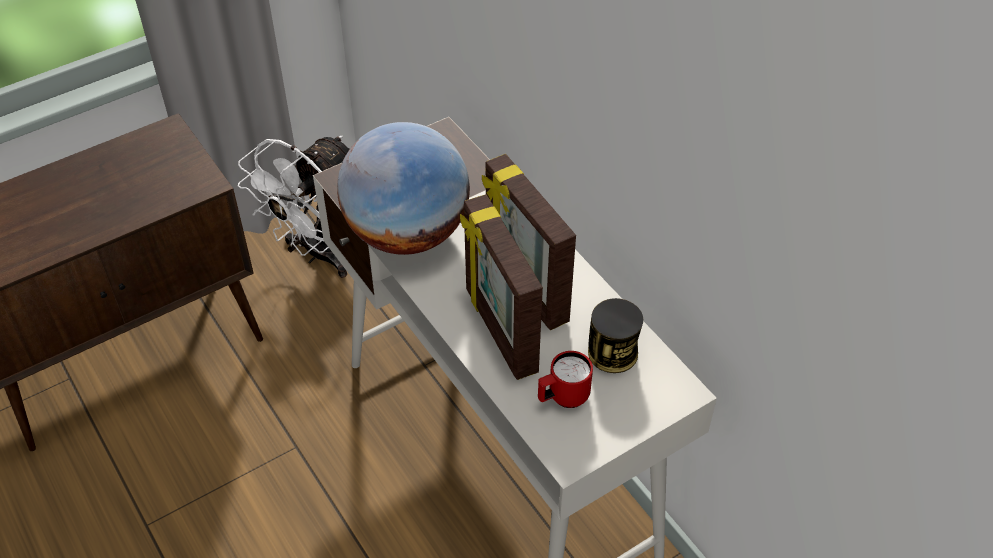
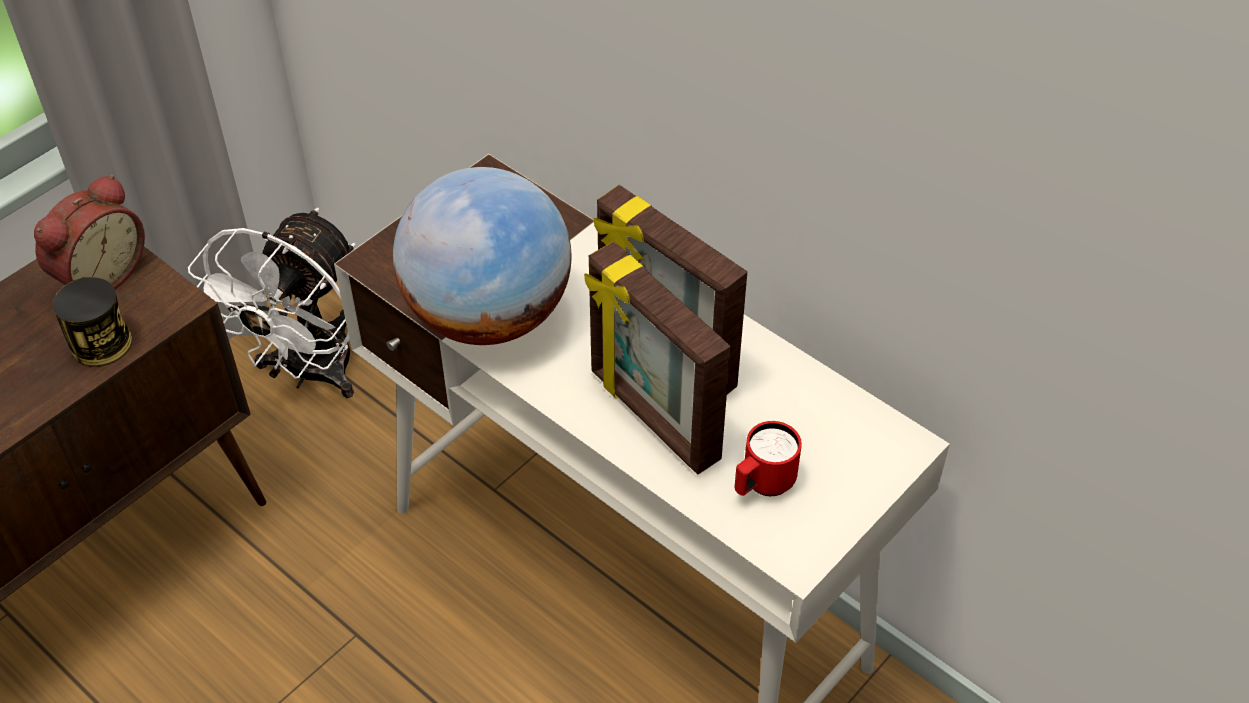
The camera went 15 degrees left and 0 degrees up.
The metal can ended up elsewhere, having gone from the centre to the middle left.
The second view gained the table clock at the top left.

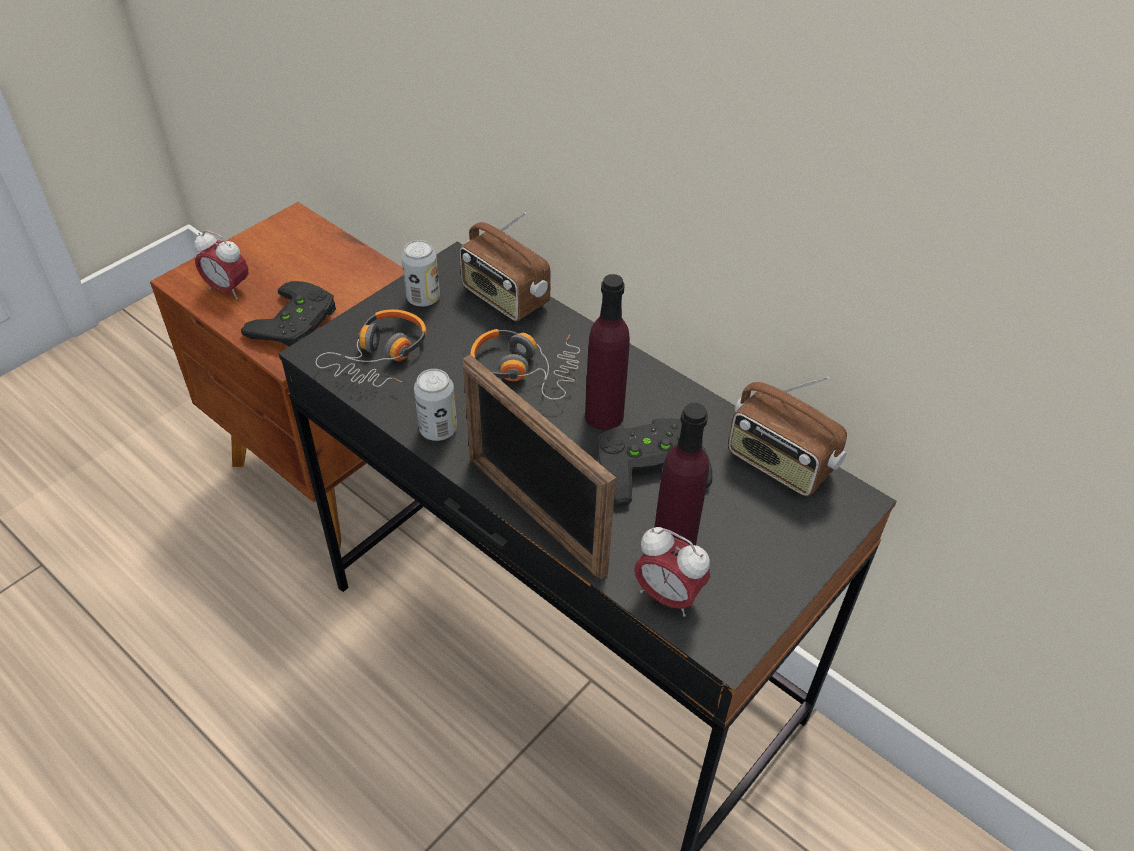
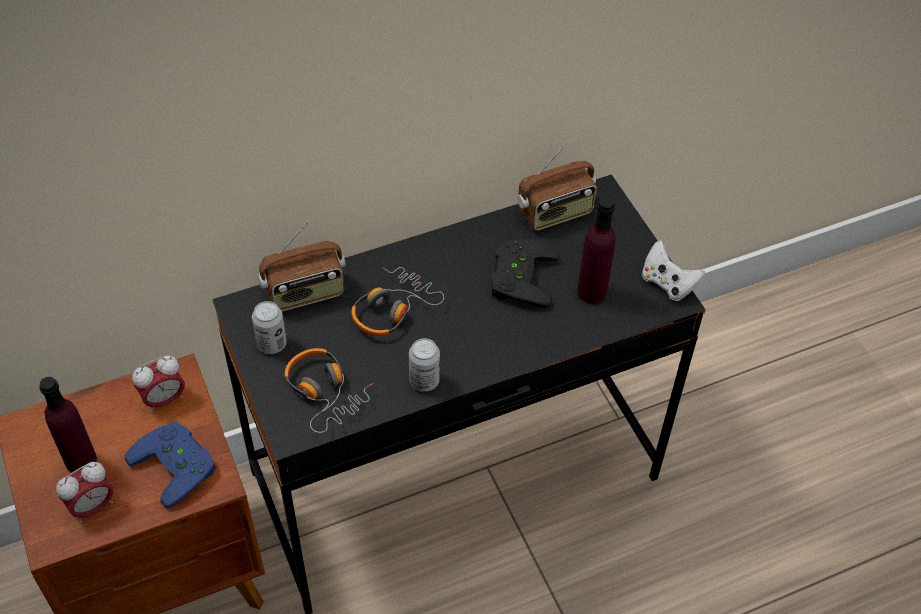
The camera went 65 degrees left and 5 degrees up.
What was the black-coloured gamepad (no. 1 from left) at the middle left turned into the bluish gamepad at the bottom left.
The second view lost the picture frame at the centre.
The purple-coloured beverage bottle (no. 1 from left) ended up elsewhere, having gone from the centre to the bottom left.
The table clock (no. 2 from left) ended up elsewhere, having gone from the bottom centre to the middle left.
The second view gained the whitish gamepad at the middle right.

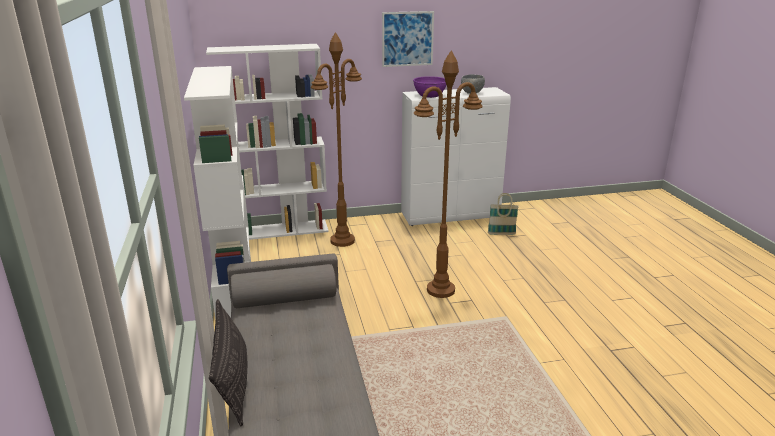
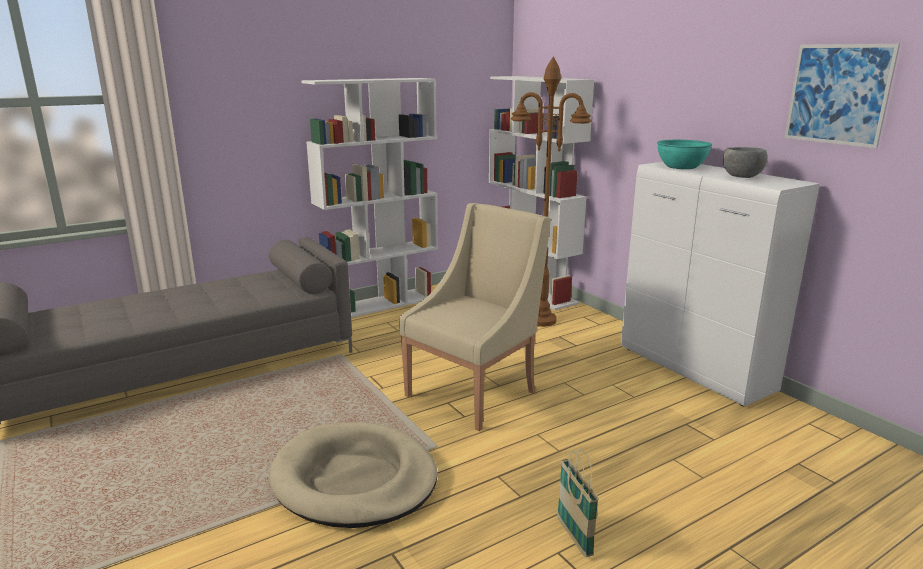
The camera went 70 degrees right and 5 degrees down.
The second view lost the throw pillow at the bottom left.
The wall art ended up elsewhere, having gone from the top centre to the top right.
What was the purple-coloured serving bowl at the top centre turned into the turquoise-coloured serving bowl at the top right.
Where the brown floor lamp (no. 2 from left) stood at the centre, the beige-coloured armchair came to stand at the centre.
The basket ended up elsewhere, having gone from the centre to the bottom centre.
The second view gained the beige-coloured dog bed at the bottom centre.

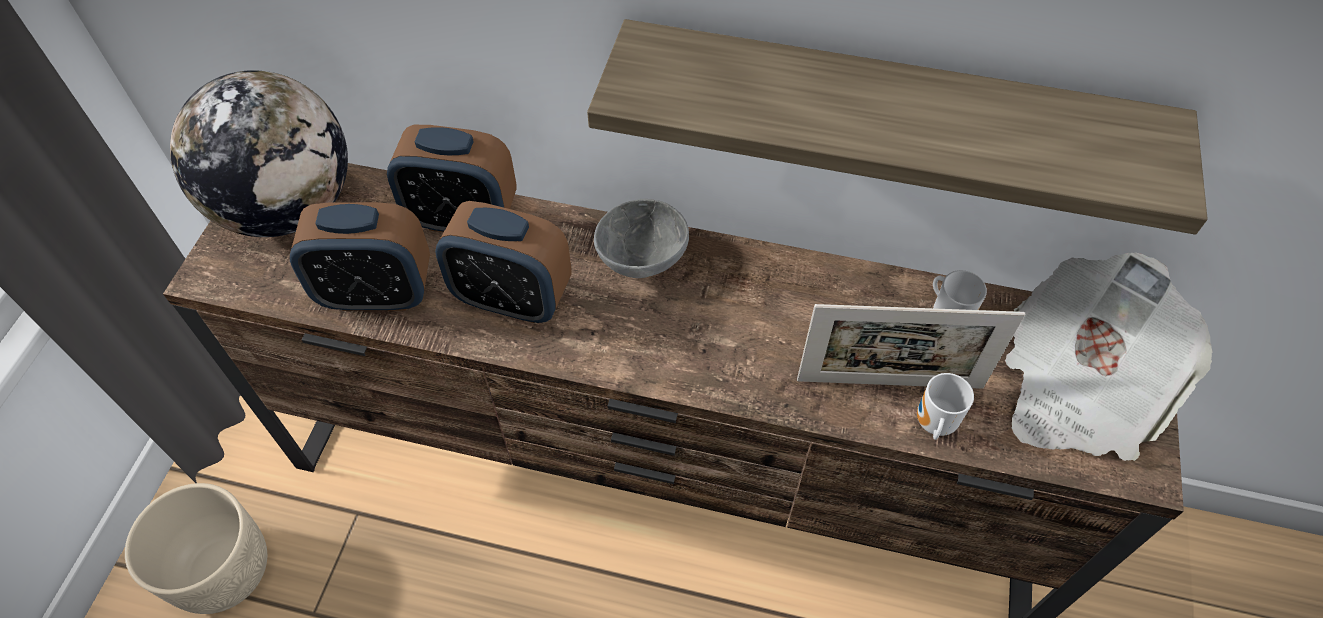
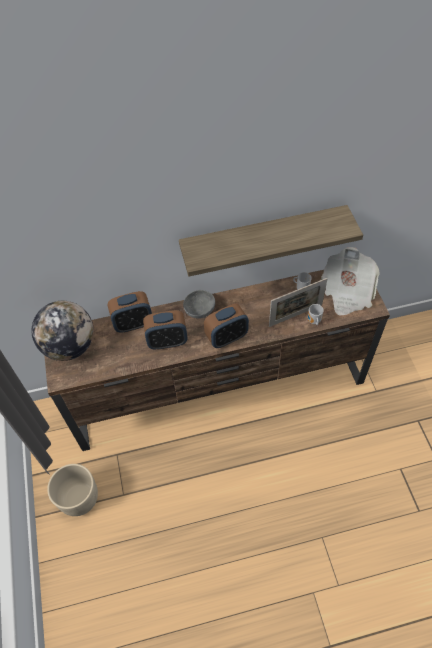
The camera went 25 degrees left and 0 degrees up.
The table clock (no. 1 from left in the first image) ended up elsewhere, having gone from the middle left to the centre.

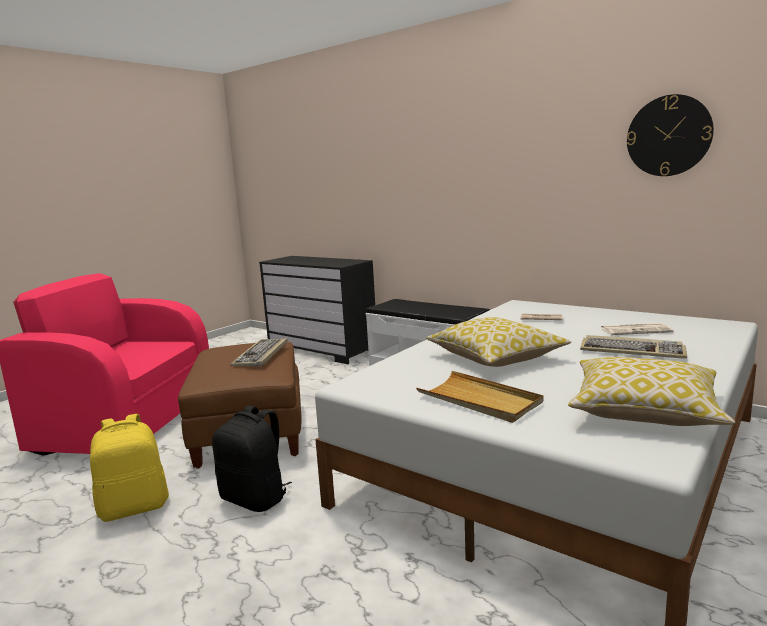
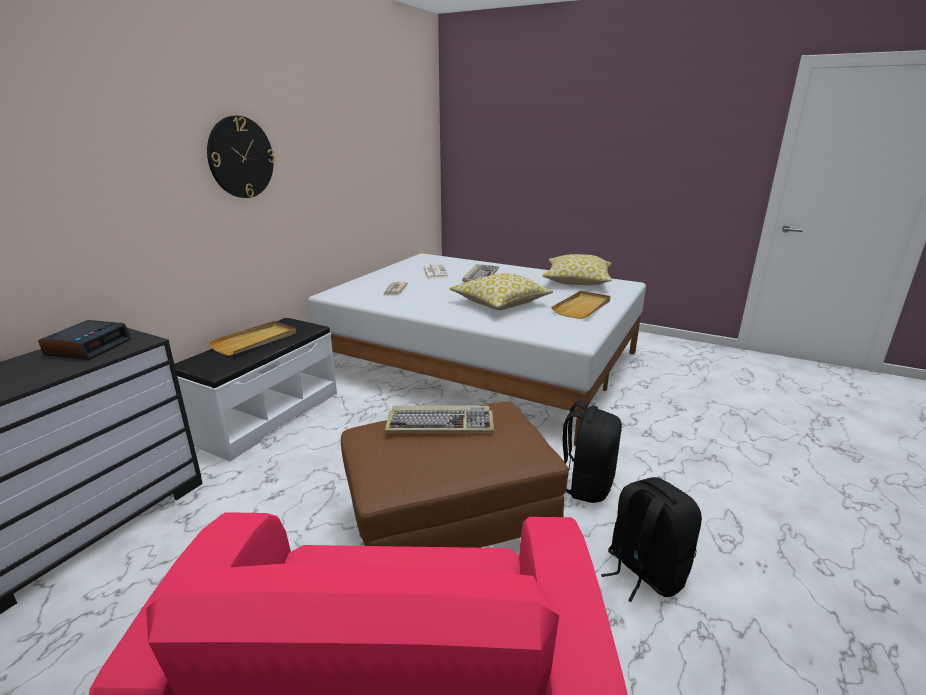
The camera went 100 degrees left and 10 degrees up.
What was the yellow knapsack at the bottom left turned into the black-coloured knapsack (no. 2 from left) at the bottom right.
The hanging clock ended up elsewhere, having gone from the top right to the top left.
The second view gained the table clock at the middle left.
The second view gained the beige-coloured serving tray (no. 1 from left) at the middle left.

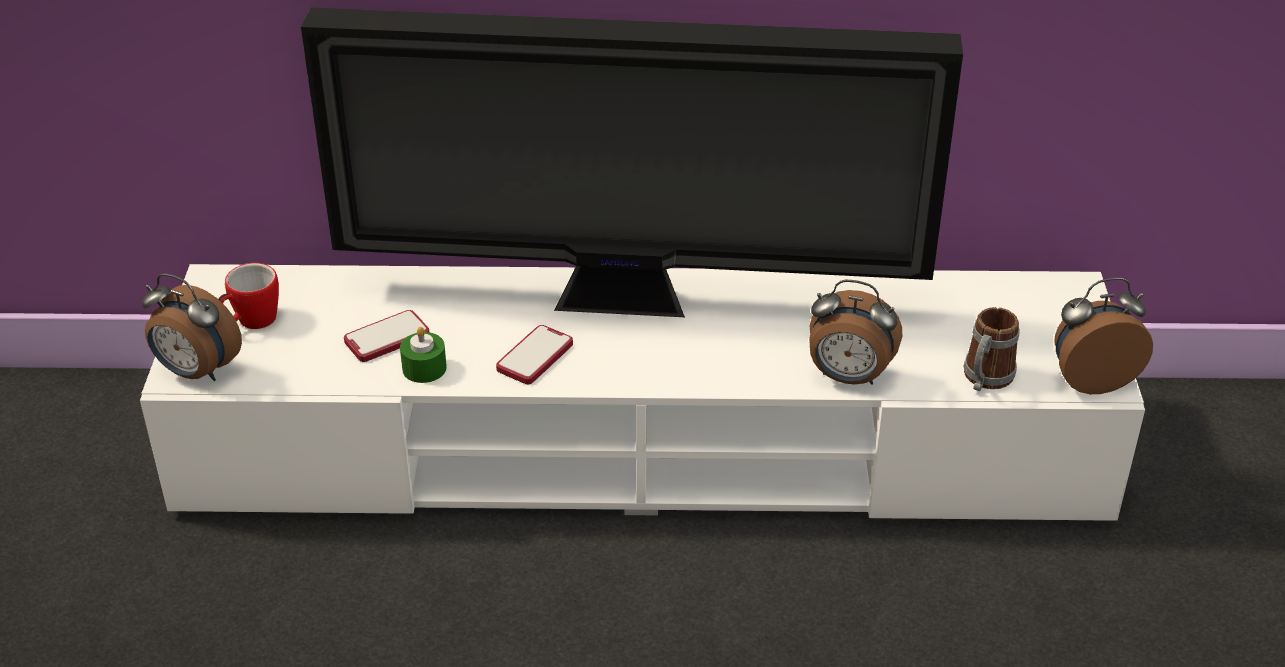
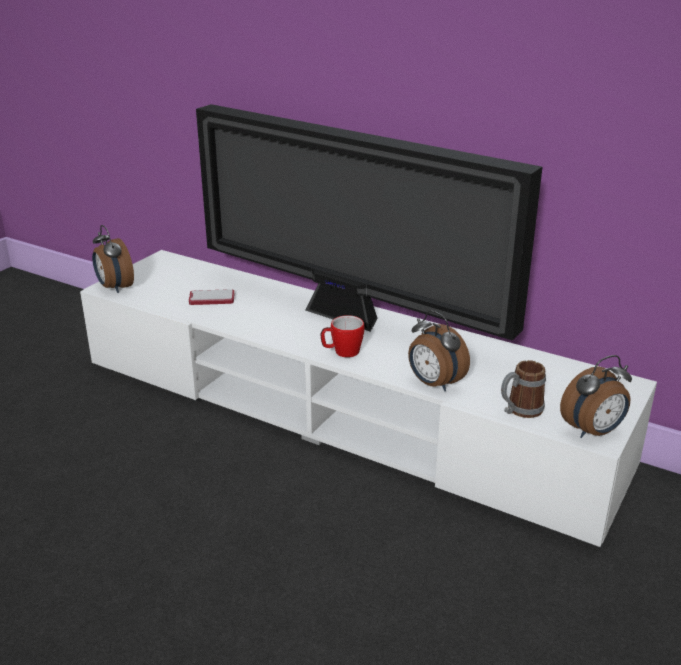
The camera went 30 degrees right and 10 degrees down.
The tea mug (no. 1 from left) ended up elsewhere, having gone from the middle left to the centre.
The second view lost the greenish wax candle at the middle left.
The second view lost the telephone (no. 2 from left) at the centre.
The table clock (no. 3 from left) at the middle right ended up facing another way, 135 degrees clockwise from before.

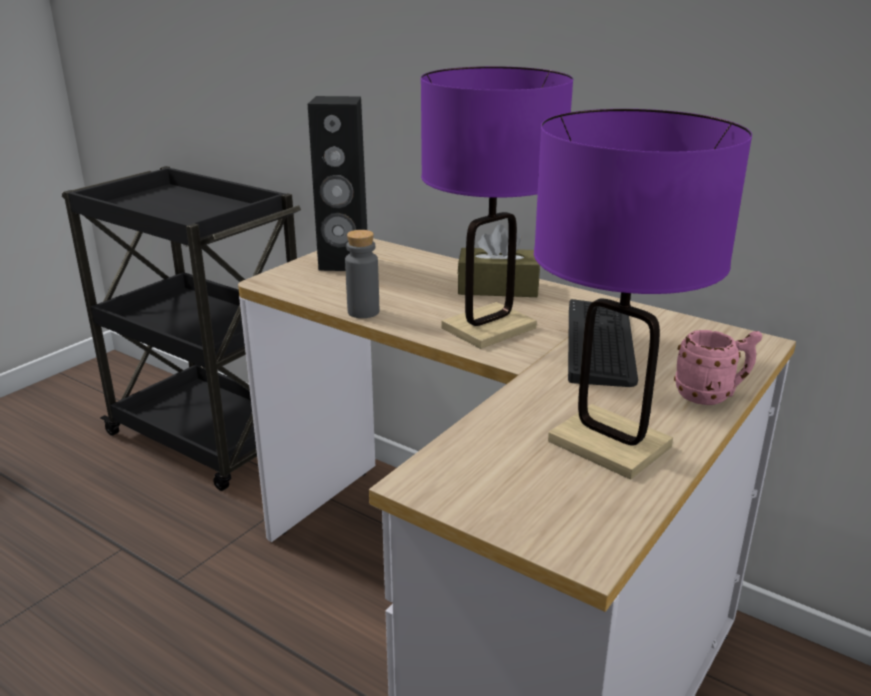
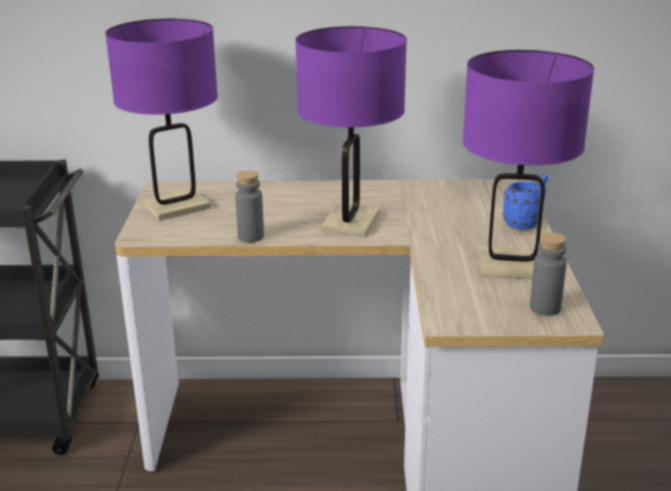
The camera went 35 degrees left and 0 degrees up.
Where the black-coloured audio speaker stood at the top centre, the purple-coloured tabletop lamp (no. 1 from left) came to stand at the top left.
The second view lost the brown tissue holder at the centre.
The second view lost the keyboard at the middle right.
What was the pink tea mug at the middle right turned into the bluish tea mug at the middle right.
The second view gained the gray beverage bottle (no. 2 from left) at the middle right.

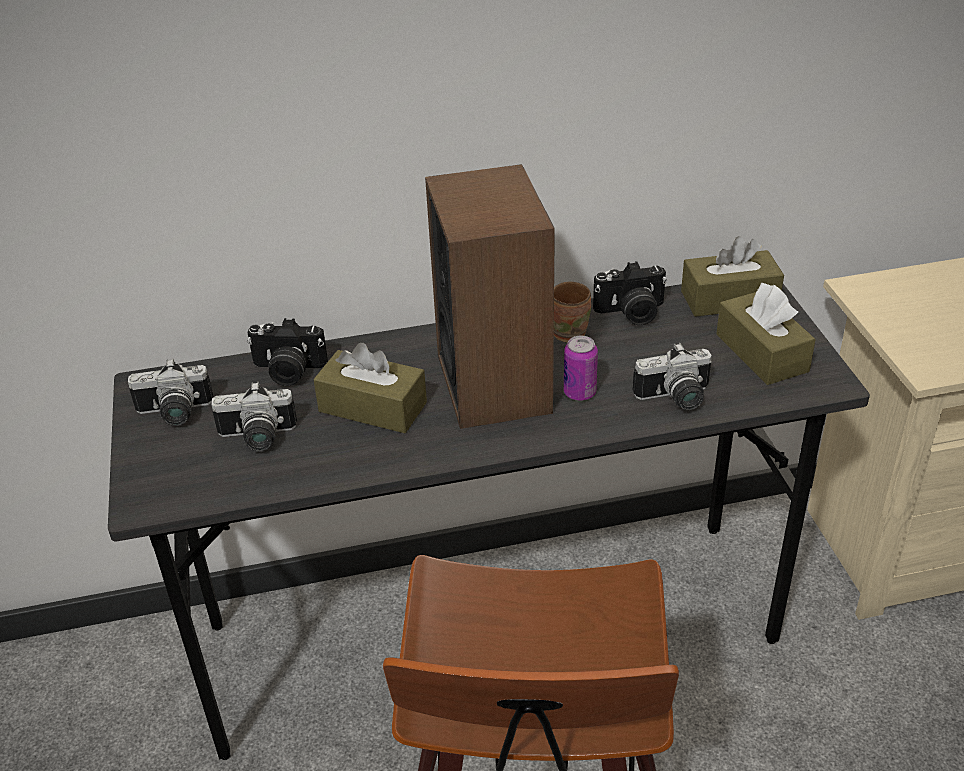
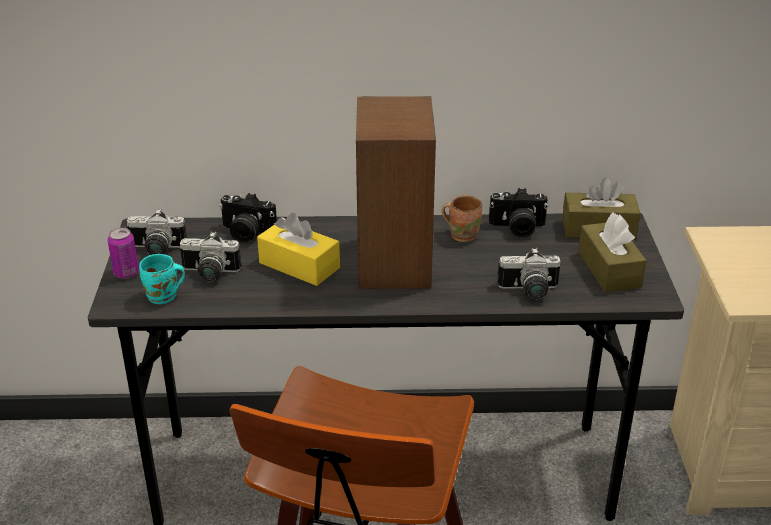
The camera went 10 degrees right and 5 degrees down.
What was the brown tissue holder (no. 1 from left) at the centre turned into the yellow tissue holder at the centre.
The metal can ended up elsewhere, having gone from the centre to the middle left.
The second view gained the turquoise-coloured tea mug at the middle left.

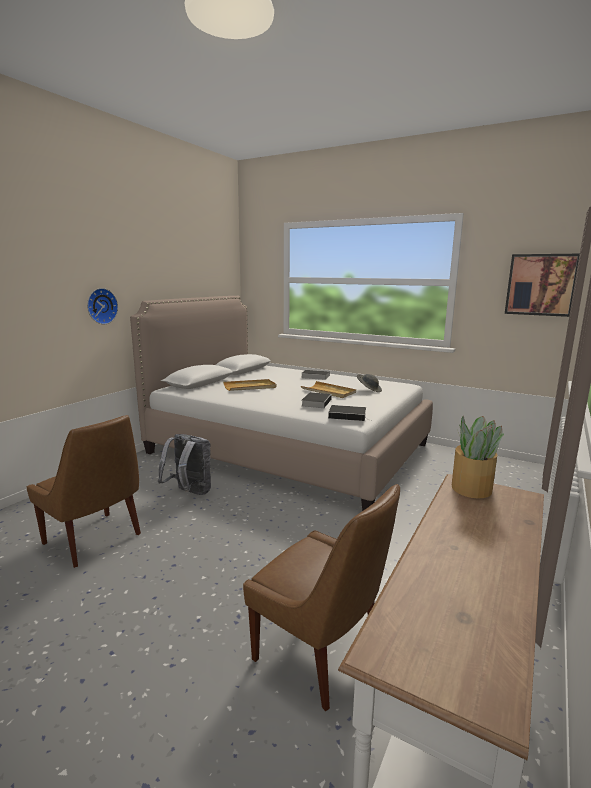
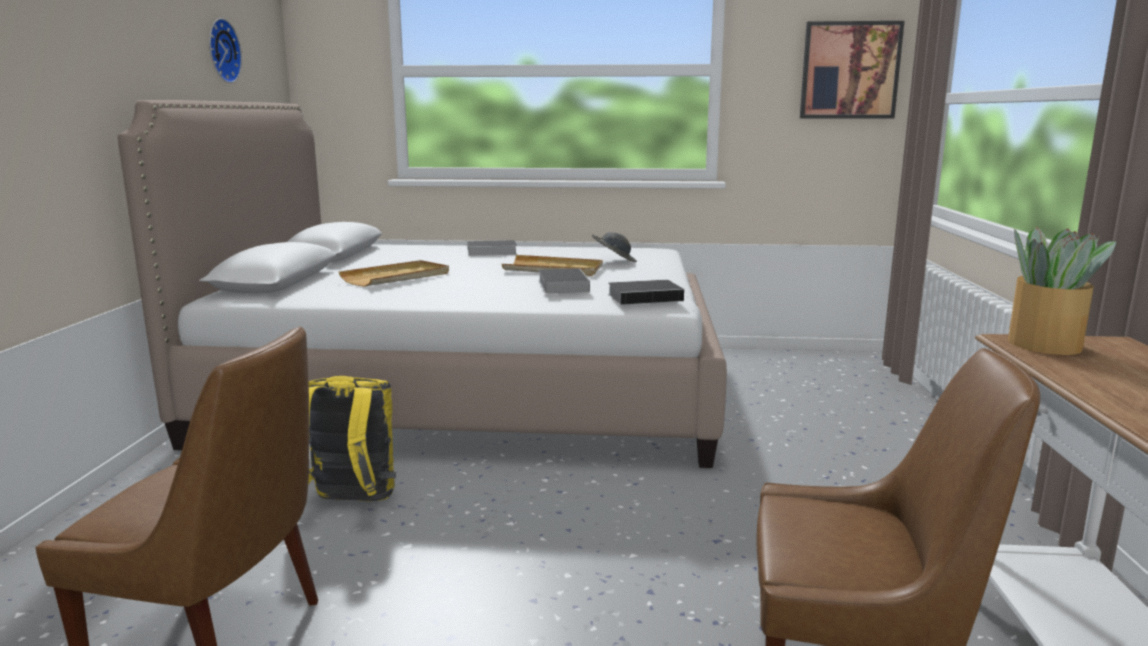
The camera went 25 degrees left and 0 degrees up.
The hanging clock ended up elsewhere, having gone from the middle left to the top left.
What was the gray knapsack at the middle left turned into the yellow knapsack at the bottom left.

